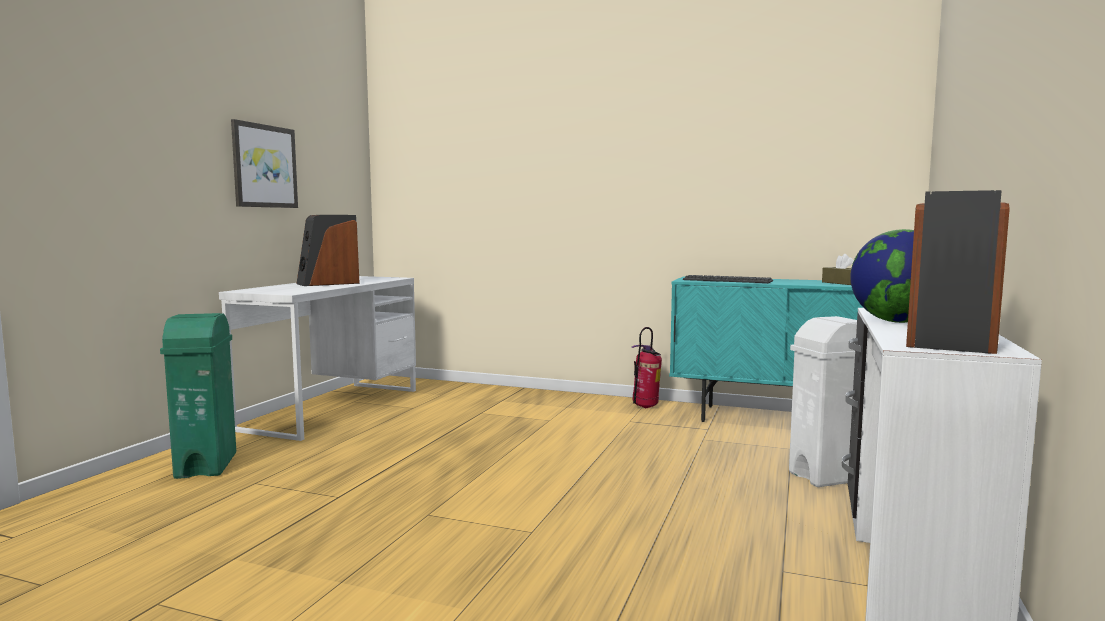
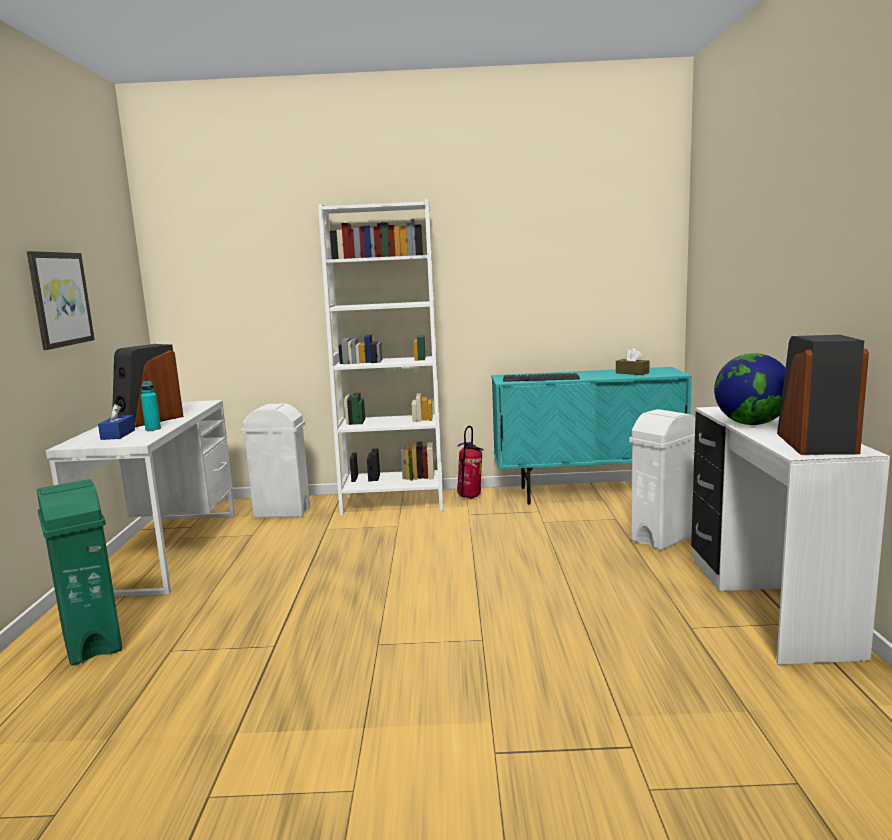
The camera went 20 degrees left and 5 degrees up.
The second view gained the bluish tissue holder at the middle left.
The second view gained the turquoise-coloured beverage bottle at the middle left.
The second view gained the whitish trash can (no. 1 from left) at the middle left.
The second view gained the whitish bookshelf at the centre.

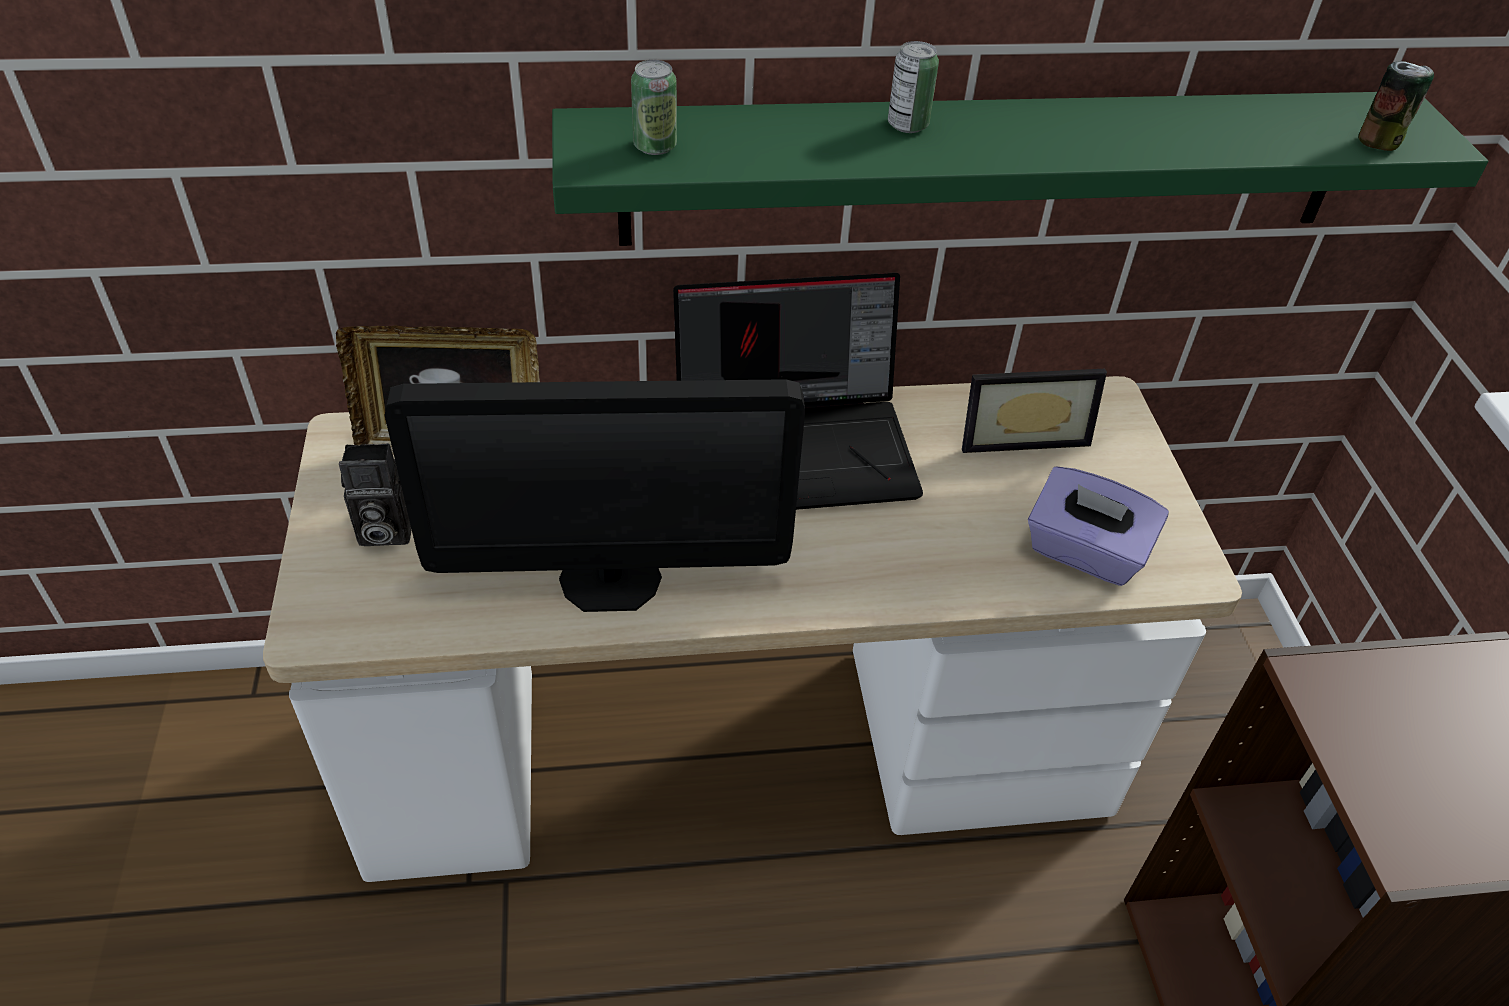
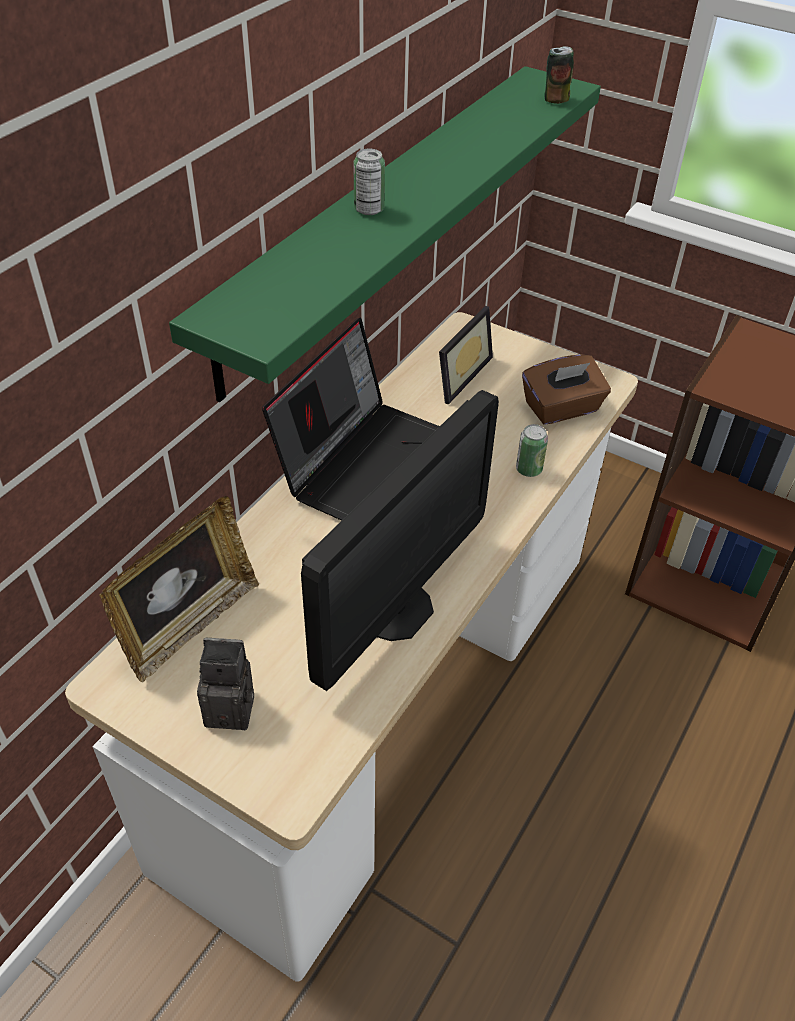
The camera went 50 degrees left and 0 degrees up.
The photo camera at the middle left ended up facing another way, 120 degrees counterclockwise from before.
The metal can (no. 1 from left in the first image) ended up elsewhere, having gone from the top centre to the middle right.
What was the purple-coloured tissue holder at the middle right turned into the brown tissue holder at the middle right.

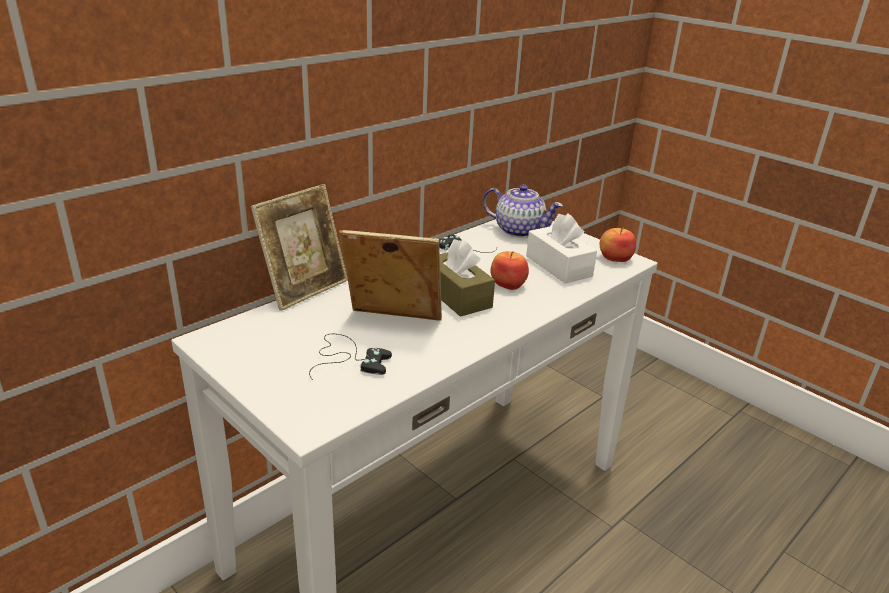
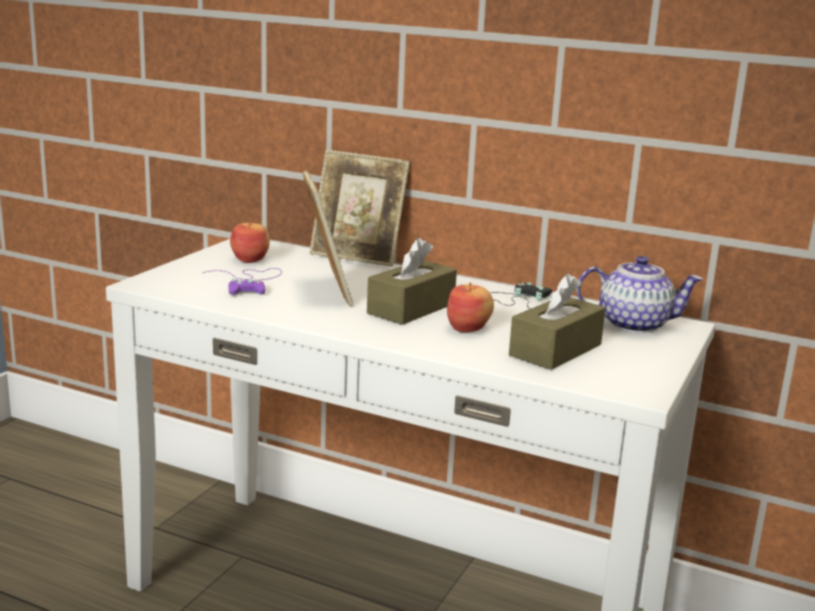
The camera went 70 degrees right and 10 degrees down.
What was the black-coloured gamepad (no. 1 from left) at the centre turned into the purple-coloured gamepad at the middle left.
The tea pot at the centre ended up facing another way, 90 degrees counterclockwise from before.
What was the whitish tissue holder at the centre turned into the brown tissue holder (no. 2 from left) at the middle right.
The whole apple (no. 2 from left in the first image) ended up elsewhere, having gone from the middle right to the middle left.

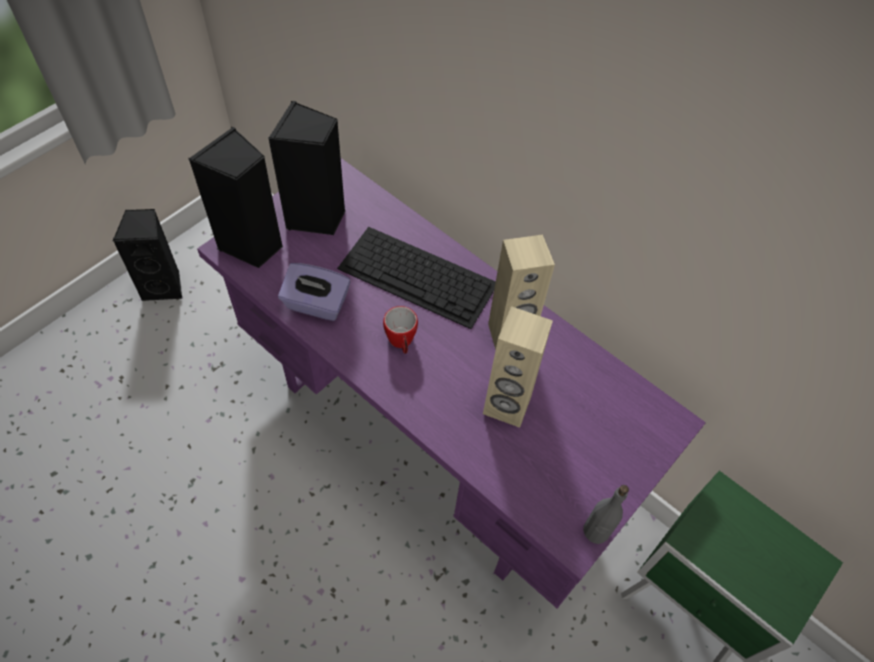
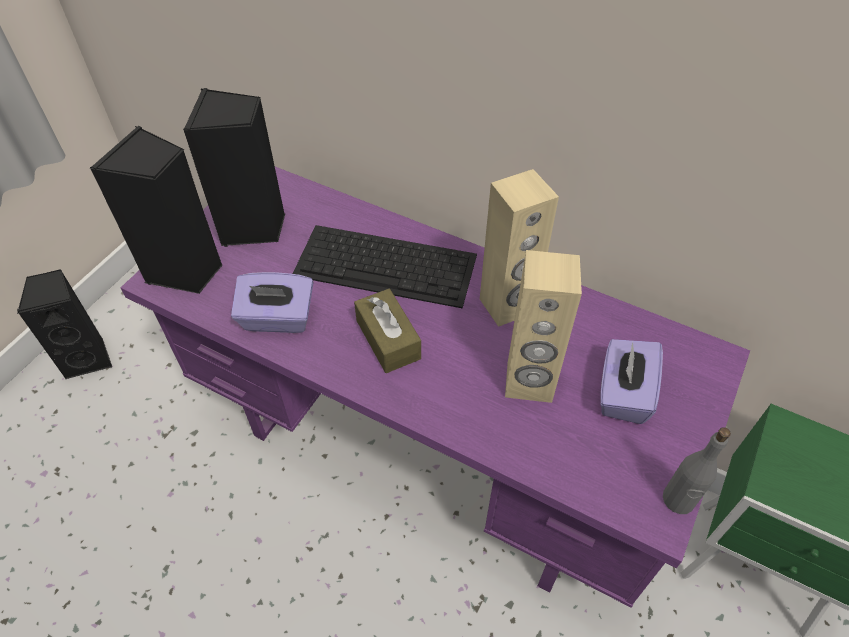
The camera went 10 degrees left and 5 degrees down.
Where the tea mug stood at the centre, the brown tissue holder came to stand at the centre.
The second view gained the purple-coloured tissue holder (no. 2 from left) at the middle right.

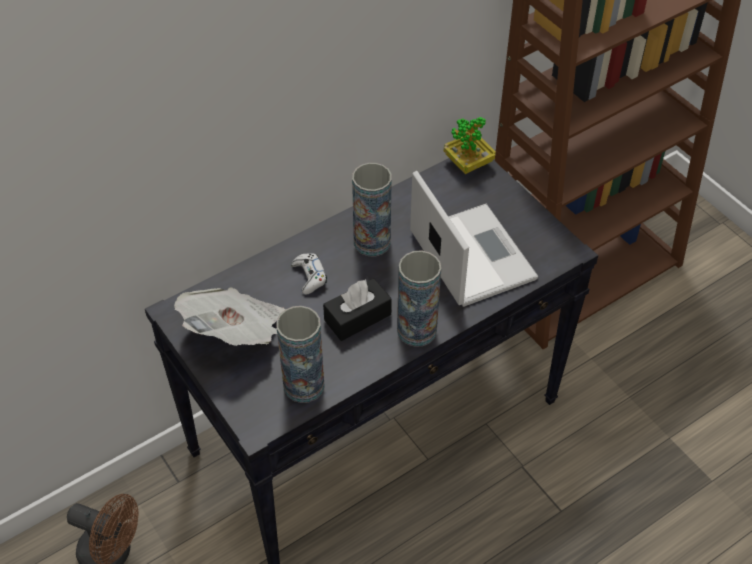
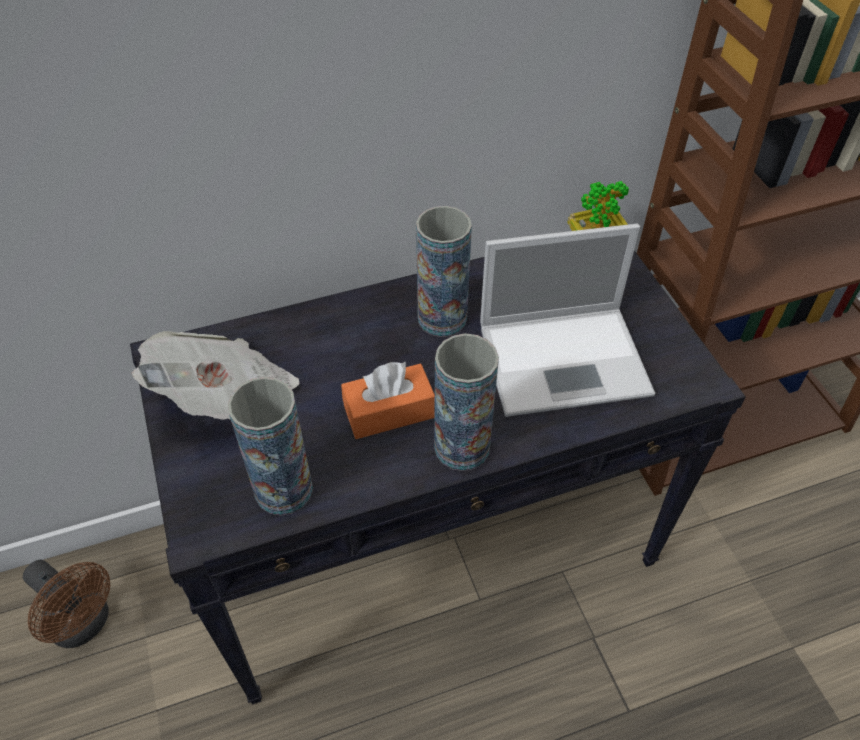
The camera went 15 degrees right and 0 degrees up.
The second view lost the whitish gamepad at the centre.
What was the black-coloured tissue holder at the centre turned into the orange tissue holder at the centre.
The laptop at the centre ended up facing another way, 90 degrees clockwise from before.

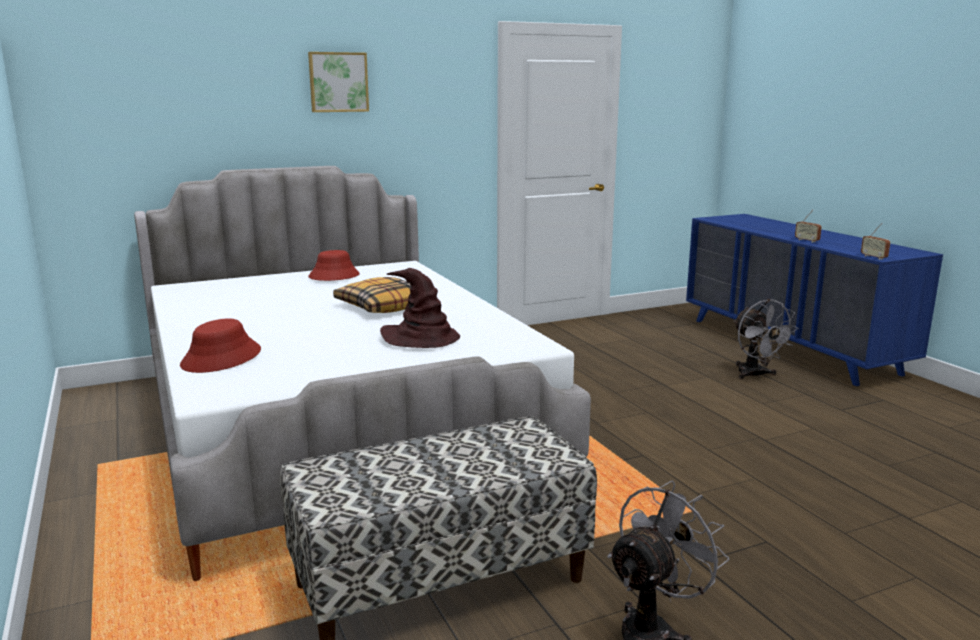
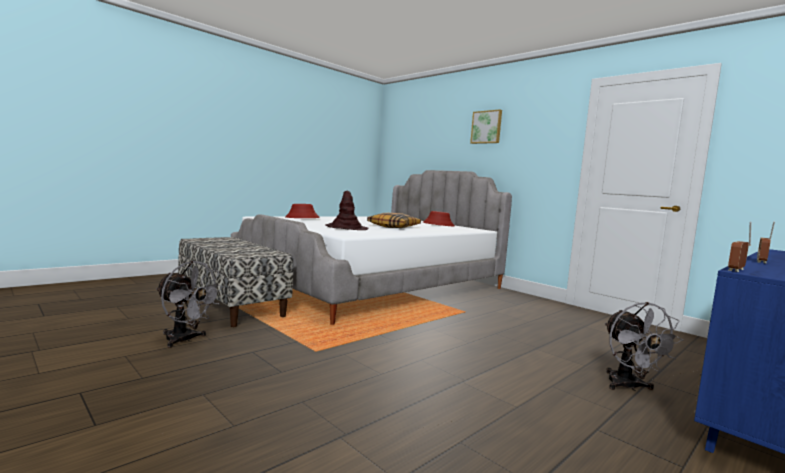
The camera went 70 degrees right and 10 degrees down.
The gray fan (no. 2 from left) at the middle right ended up facing another way, 60 degrees counterclockwise from before.

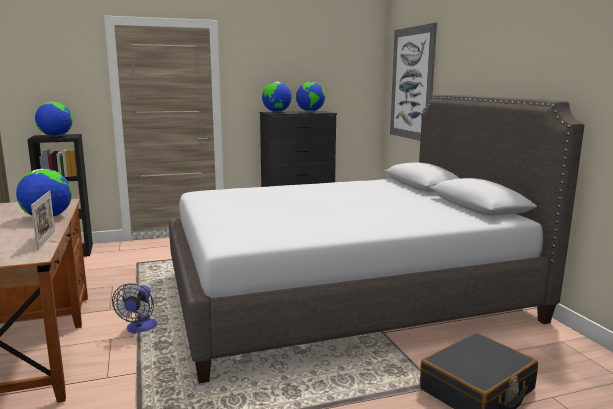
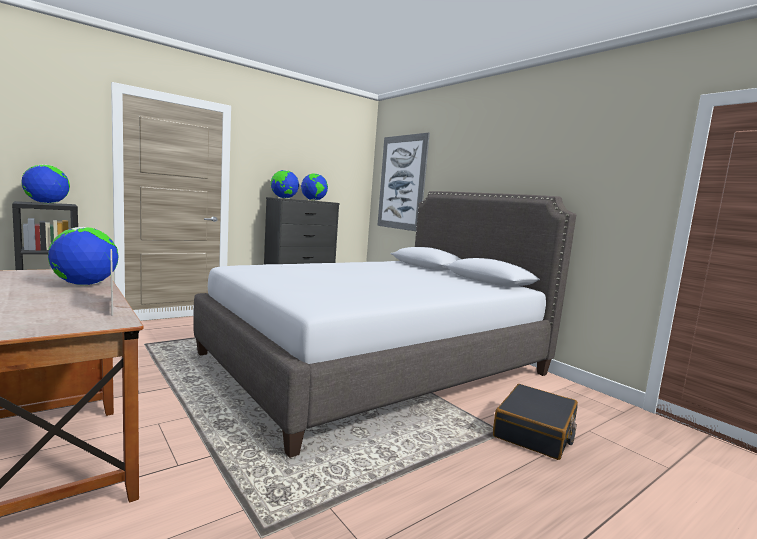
The camera went 20 degrees left and 5 degrees down.
The second view lost the fan at the bottom left.

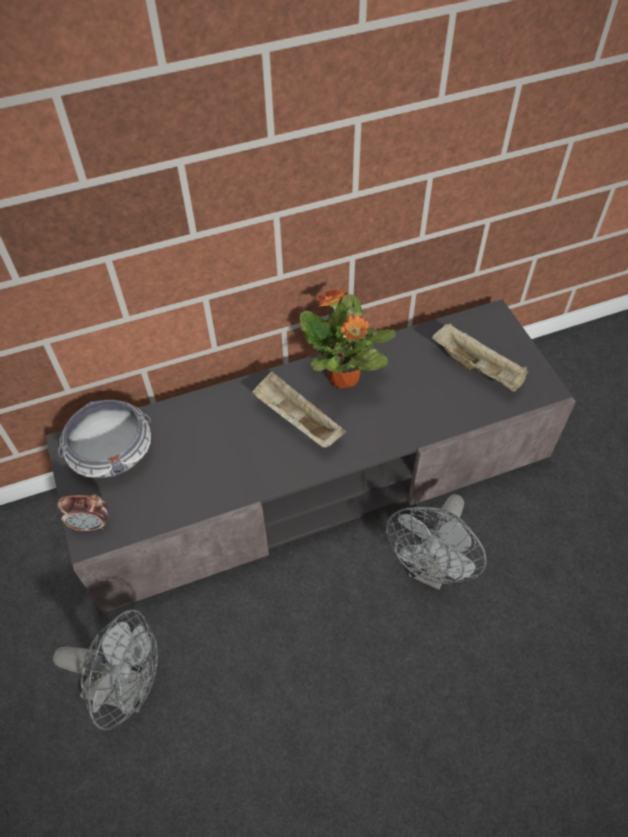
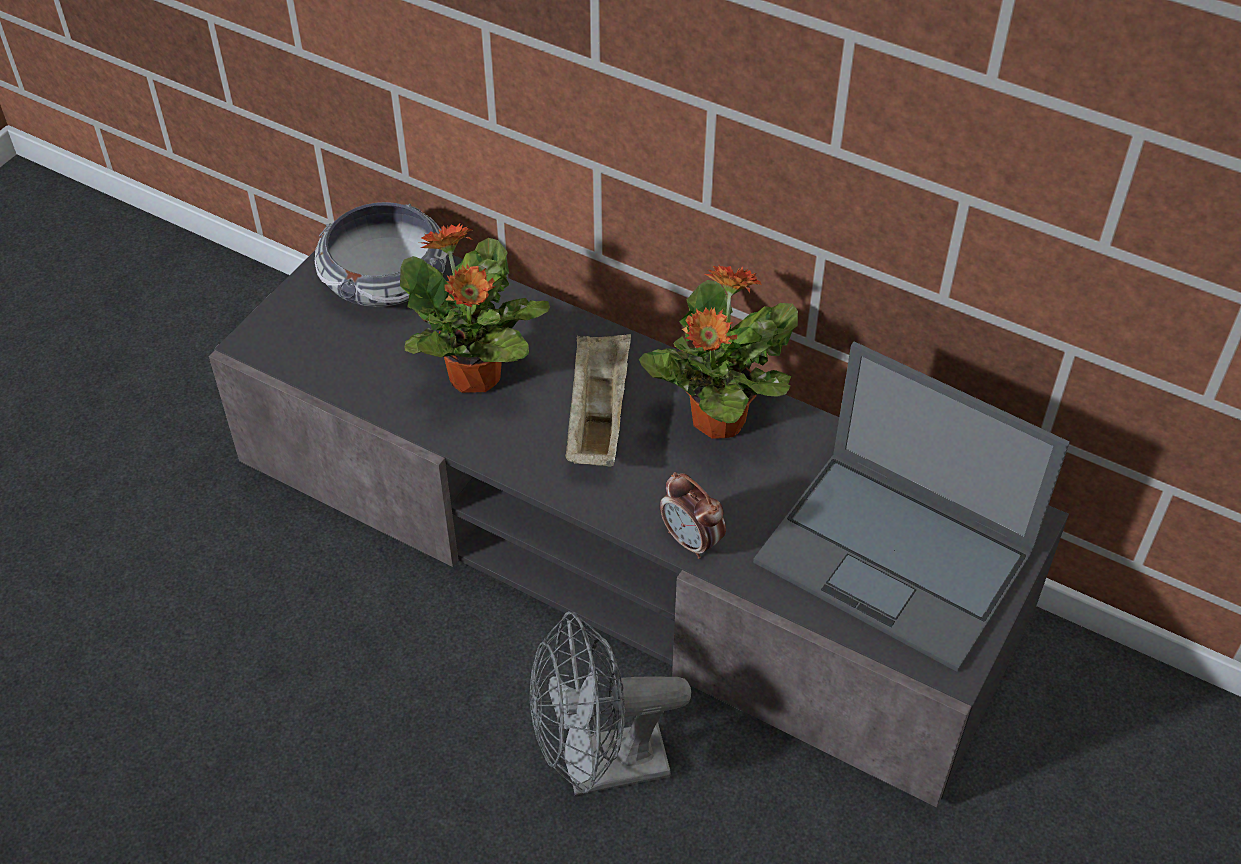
The camera went 50 degrees right and 5 degrees down.
The second view lost the gray fan (no. 1 from left) at the bottom left.
The table clock ended up elsewhere, having gone from the middle left to the centre.
Where the beige-coloured serving tray (no. 2 from left) stood at the middle right, the laptop came to stand at the middle right.
The second view gained the potted plant (no. 1 from left) at the centre.

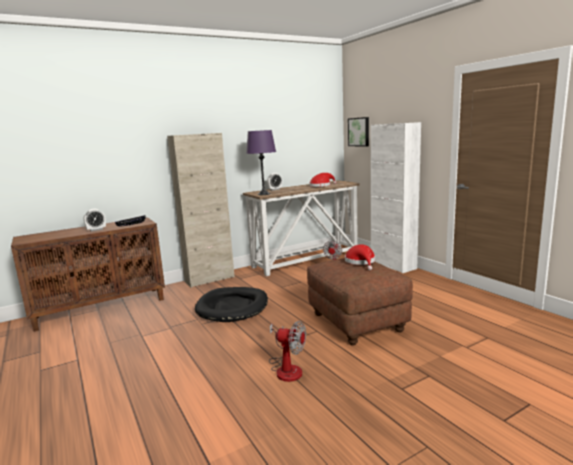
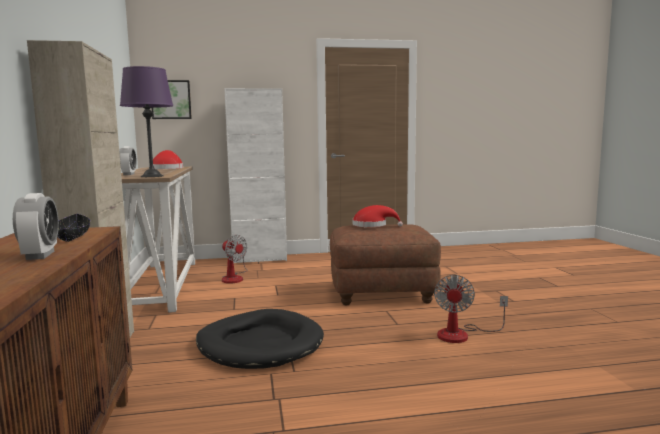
The camera went 70 degrees left and 5 degrees down.
The fan (no. 1 from left in the first image) at the bottom centre ended up facing another way, 150 degrees clockwise from before.

